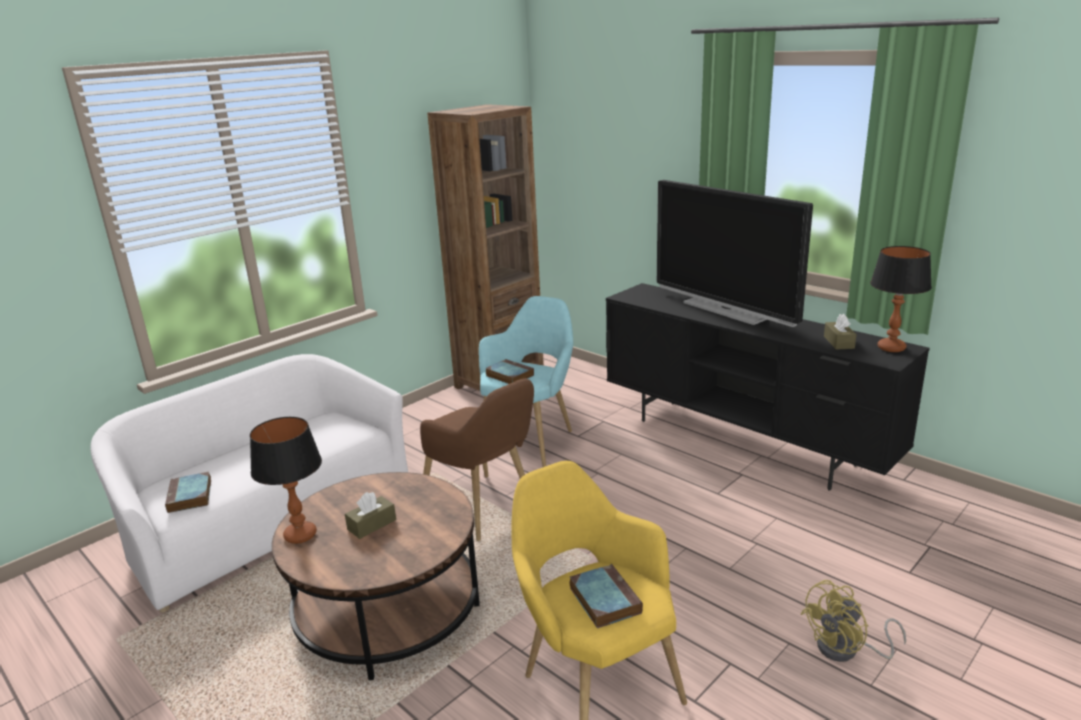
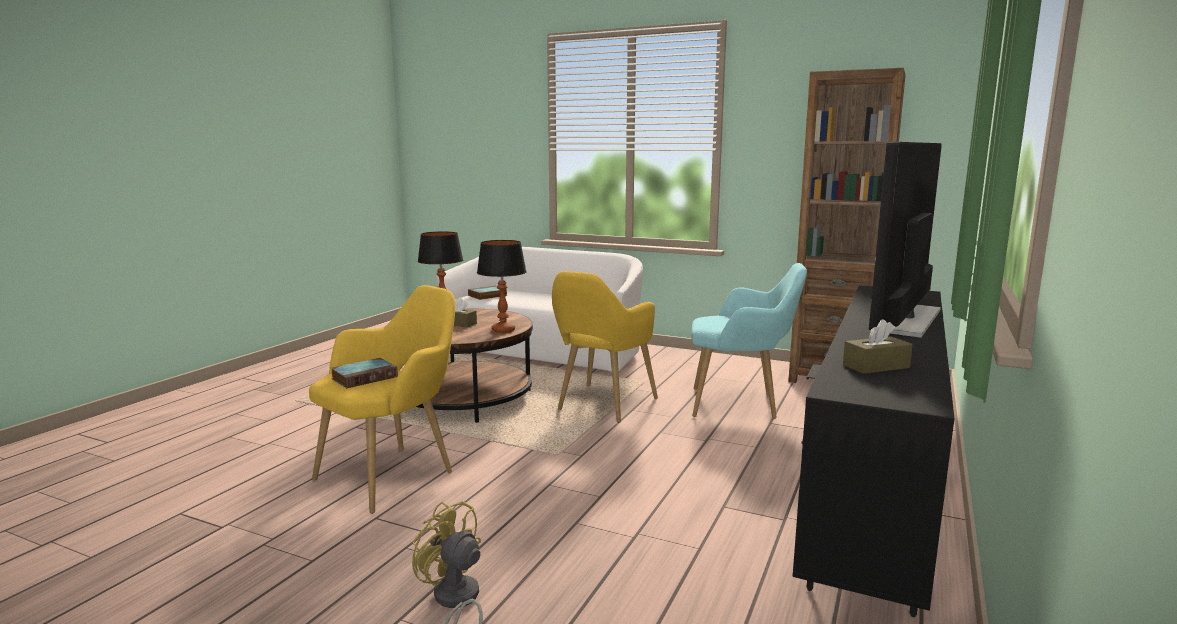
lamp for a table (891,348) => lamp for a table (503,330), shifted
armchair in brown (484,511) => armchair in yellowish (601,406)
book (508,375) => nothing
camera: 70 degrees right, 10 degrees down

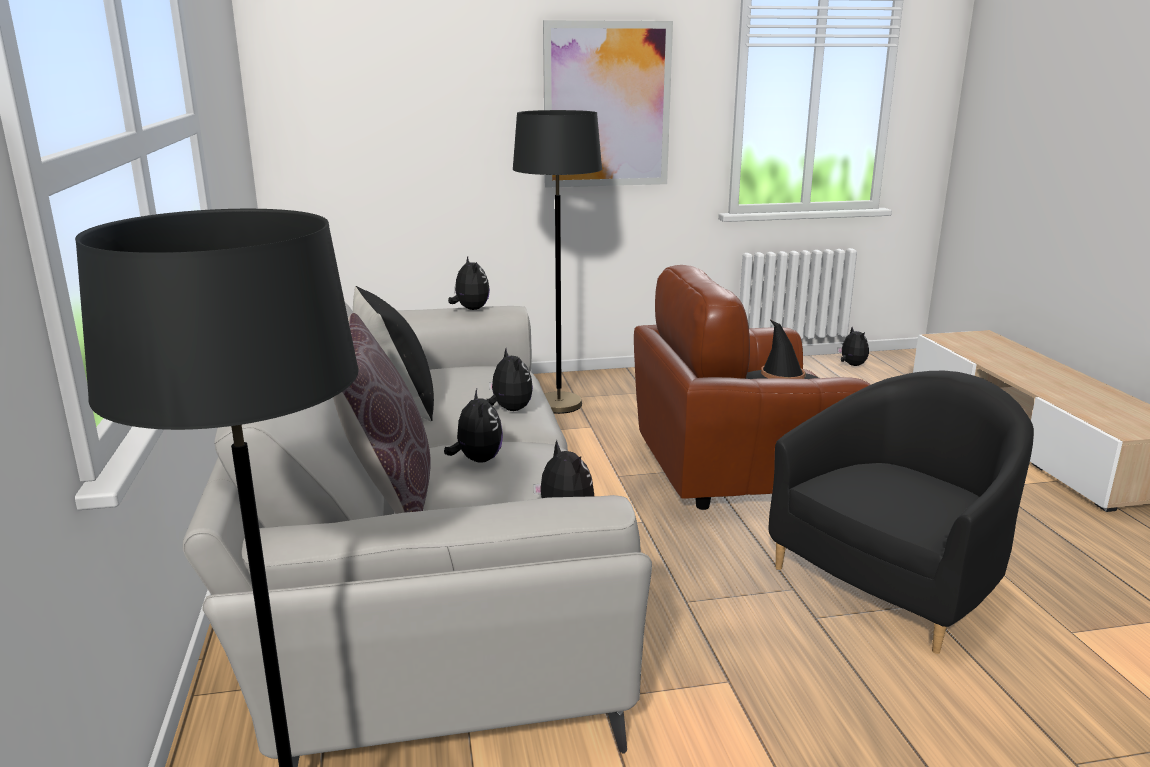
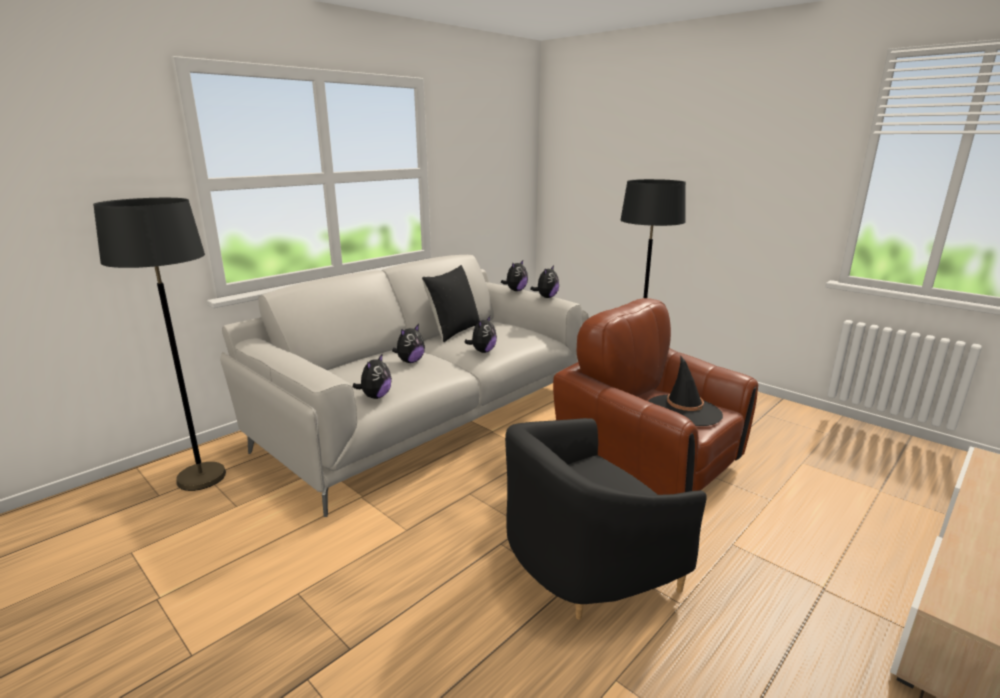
cuddly toy (851,365) => cuddly toy (515,290), shifted
armchair in black-coloured (893,580) => armchair in black-coloured (585,565), 135 degrees clockwise
pillow in brown (388,492) => nothing
wall picture (607,105) => nothing
camera: 55 degrees right, 0 degrees up

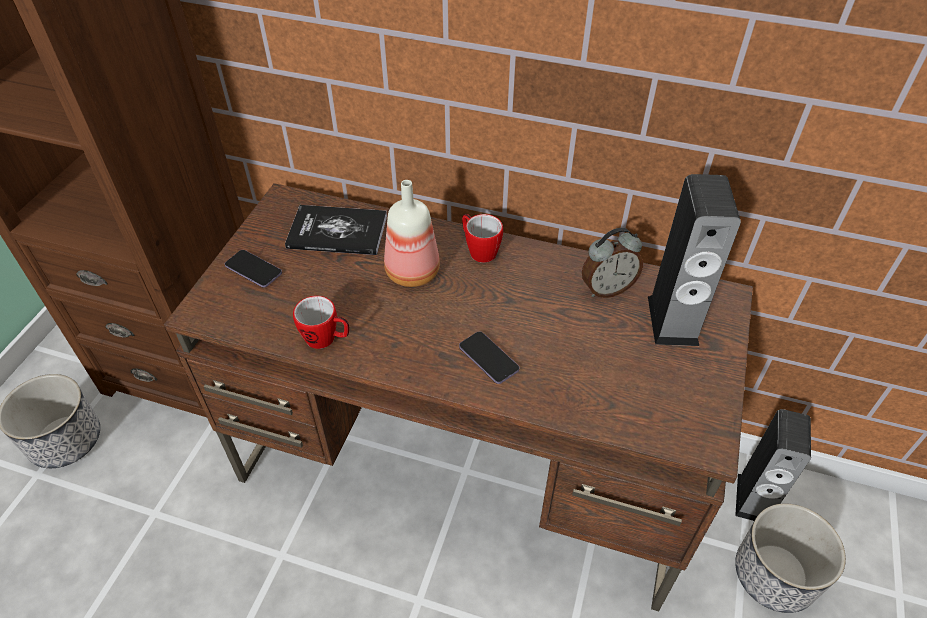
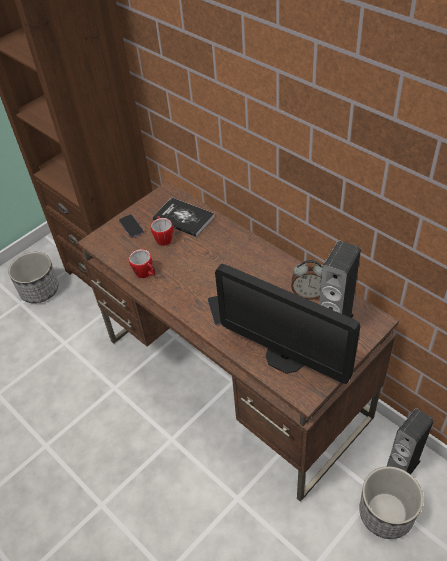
tea mug (479,250) => tea mug (163,238), shifted
nothing => monitor (285,357)
beverage bottle (413,273) => nothing
camera: 30 degrees right, 0 degrees up

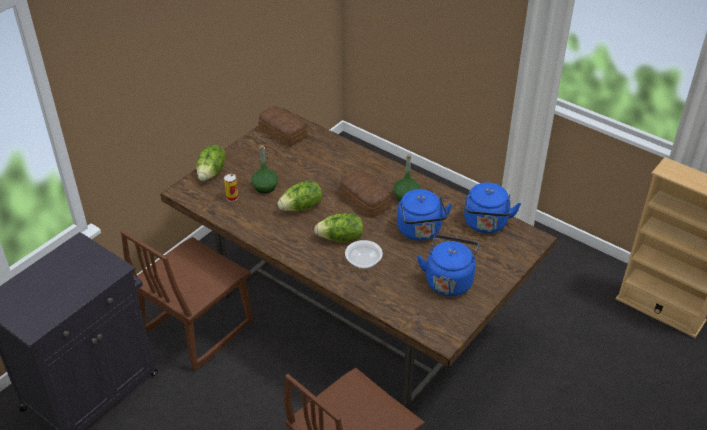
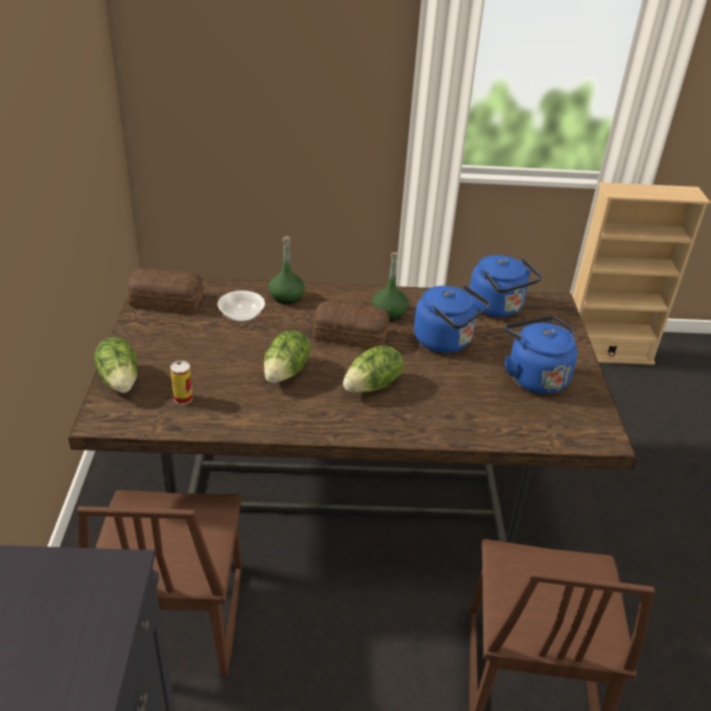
serving bowl (363,261) => serving bowl (241,315), shifted
beverage bottle in green-coloured (265,187) => beverage bottle in green-coloured (286,297), shifted
camera: 40 degrees left, 5 degrees down

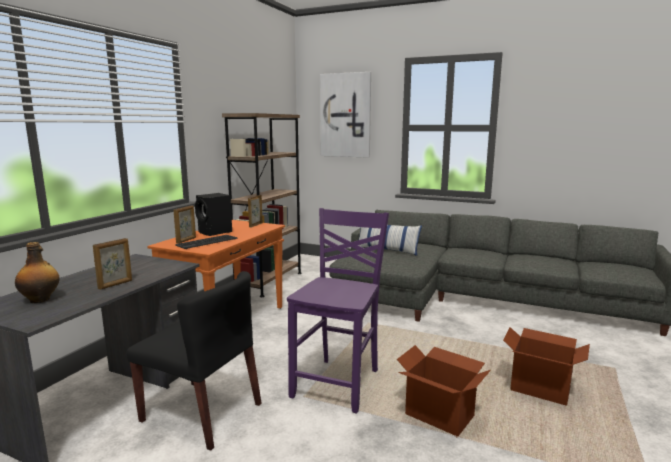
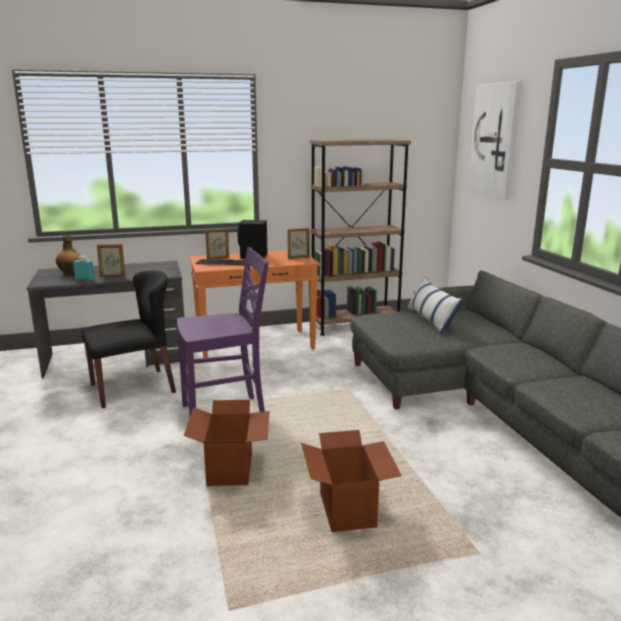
nothing => beverage bottle in turquoise-coloured (84,279)
upright chair in black-coloured (202,412) => upright chair in black-coloured (133,388), 105 degrees counterclockwise
camera: 50 degrees right, 5 degrees up

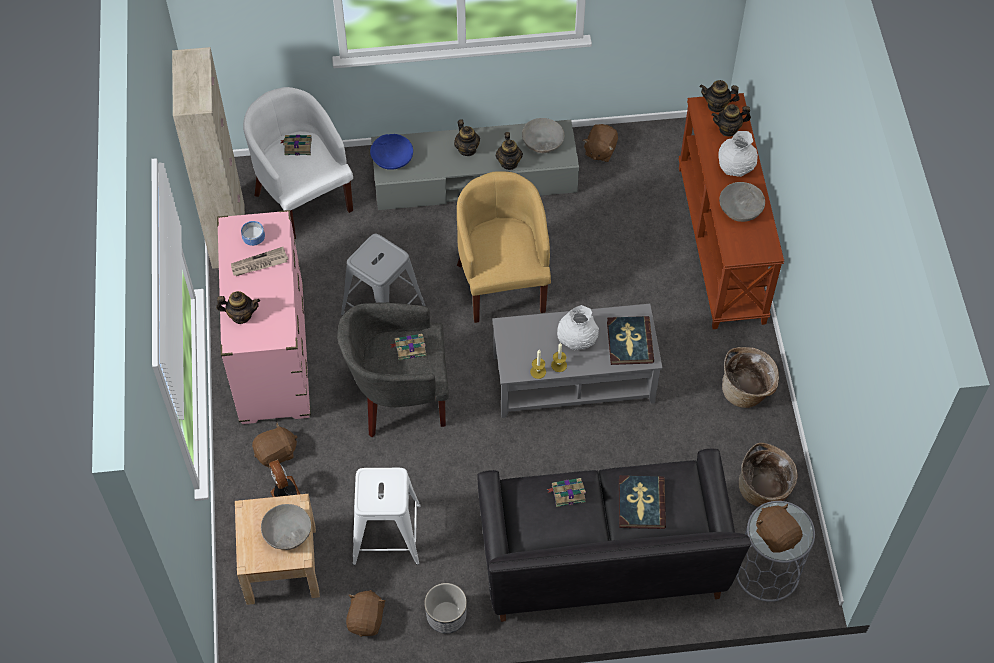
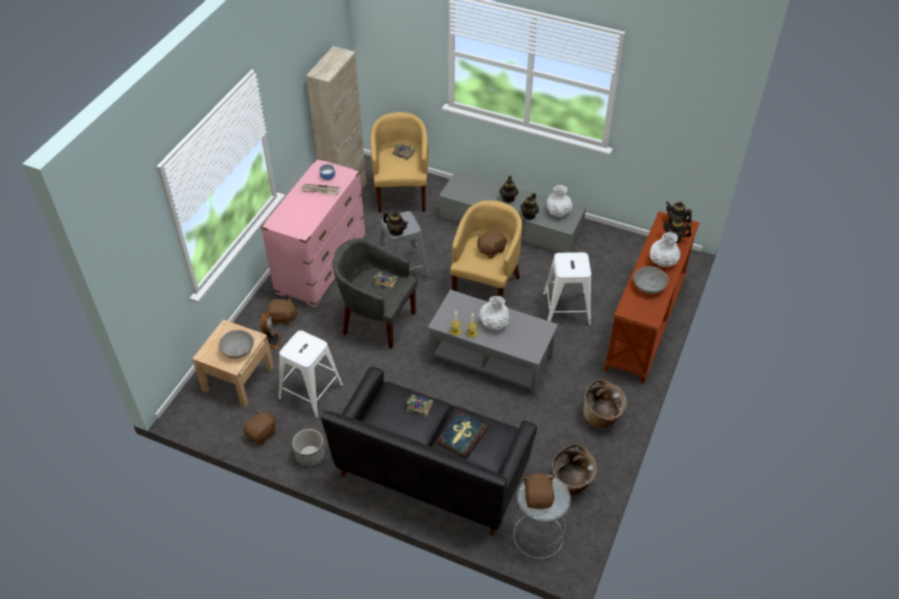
armchair in white (303,197) => armchair in yellowish (401,193)
tea pot (241,315) => tea pot (396,231), shifted
cuddly toy in brown (600,150) => cuddly toy in brown (491,250), shifted
nothing => stool in white (566,309)
serving bowl in greyish (543,142) => flower vase in white (558,212)
serving bowl in blue-coloured (392,159) => nothing
book (629,342) => nothing
camera: 30 degrees right, 10 degrees down

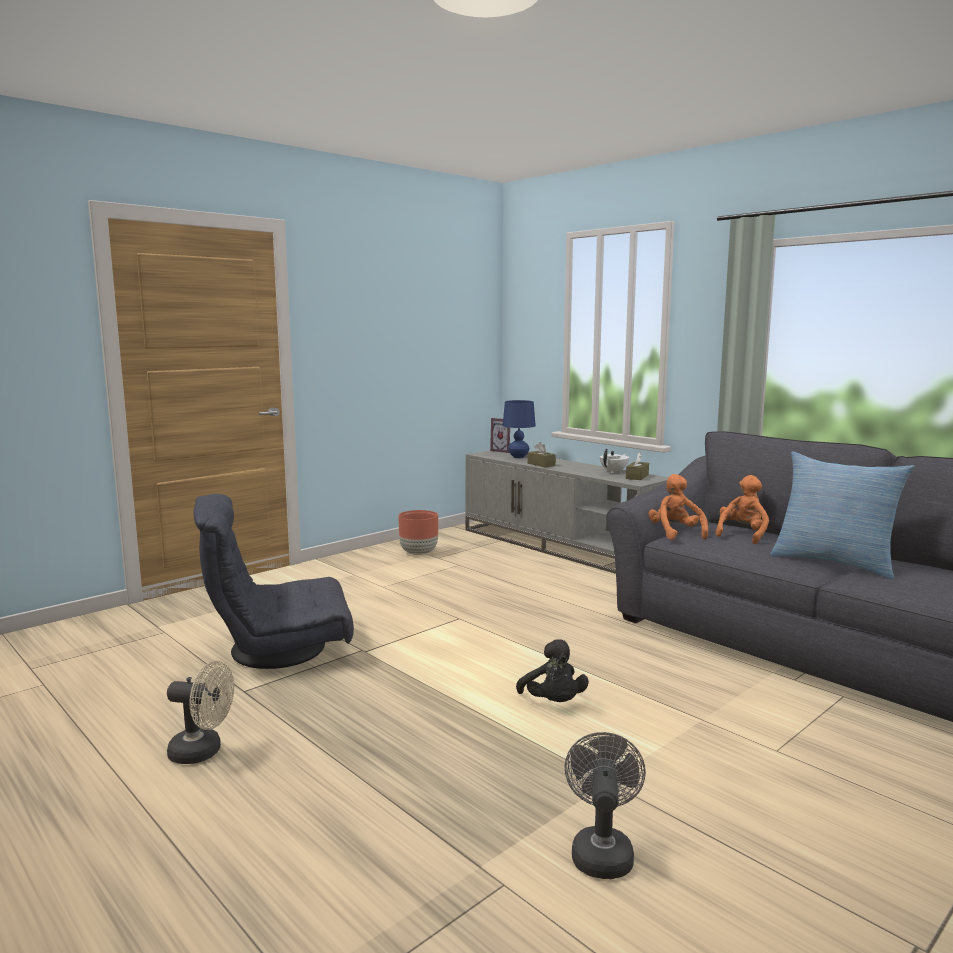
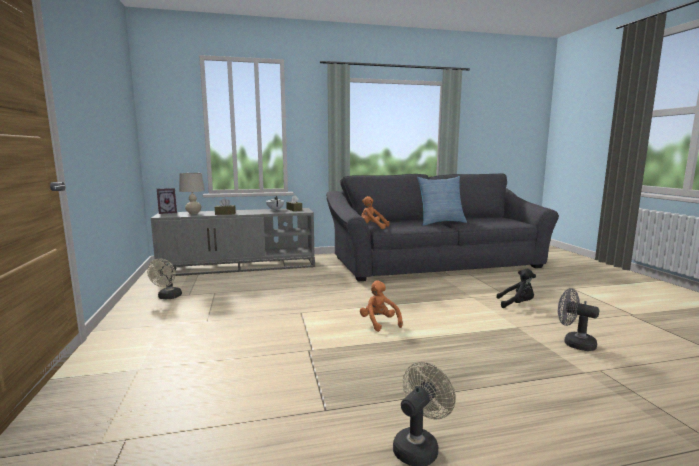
planter in brown (419,553) => fan in beige-coloured (168,297)
lamp for a table in blue-coloured (518,457) => lamp for a table in beige-coloured (193,213)
cuddly toy in orangey (742,535) => cuddly toy in orangey (379,323), shifted
cuddly toy in black-coloured (553,703) => cuddly toy in black-coloured (517,304), shifted
armchair in greyish (279,649) => nothing
camera: 60 degrees left, 0 degrees up

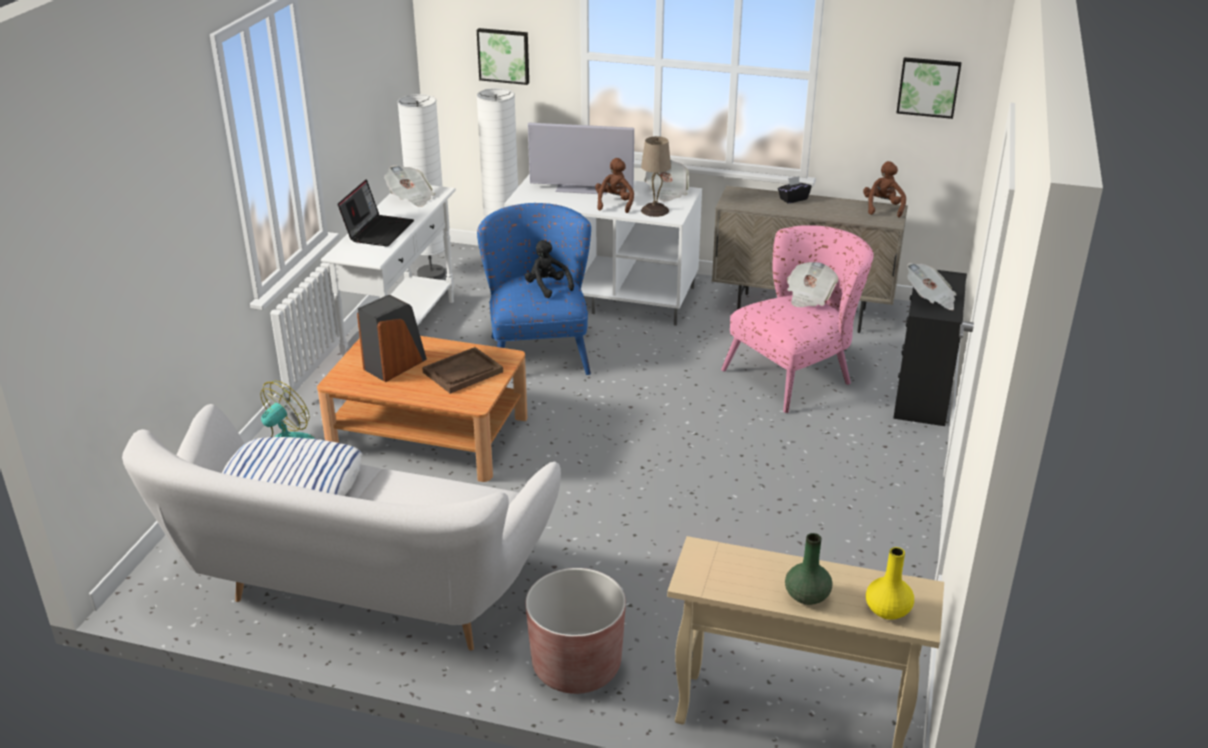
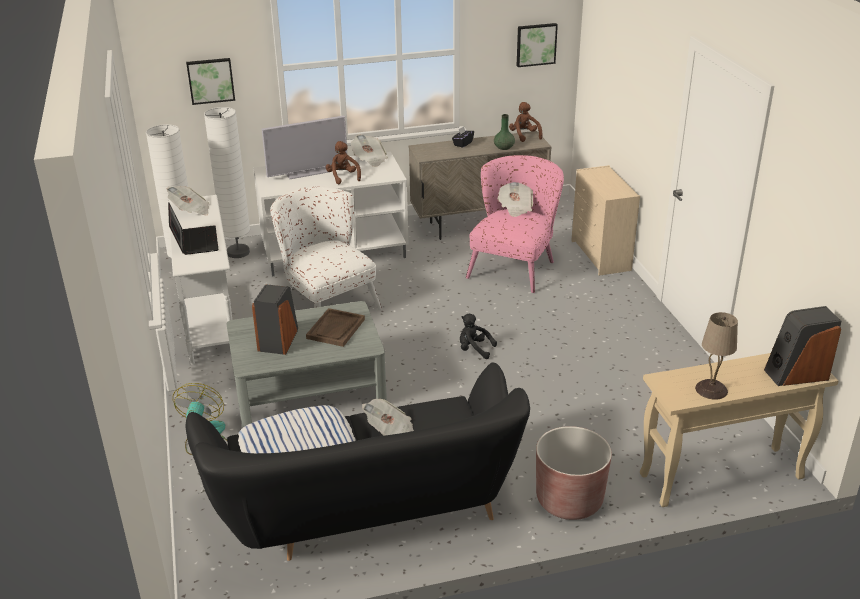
couch in white (354,584) => couch in black-coloured (365,511)
low table in brown (428,434) => low table in greyish (308,389)
armchair in blue-coloured (538,348) => armchair in white (326,303)
daily paper (930,299) => daily paper (391,431), shifted
cuddly toy in black-coloured (547,287) => cuddly toy in black-coloured (474,349), shifted
flower vase in green-coloured (807,596) => flower vase in green-coloured (504,147), shifted
drawer chest in black-coloured (922,395) => drawer chest in beige-coloured (601,256)
lamp for a table in beige-coloured (654,210) => lamp for a table in beige-coloured (710,389), shifted
flower vase in yellowish (888,611) => loudspeaker (796,374)
camera: 30 degrees left, 0 degrees up

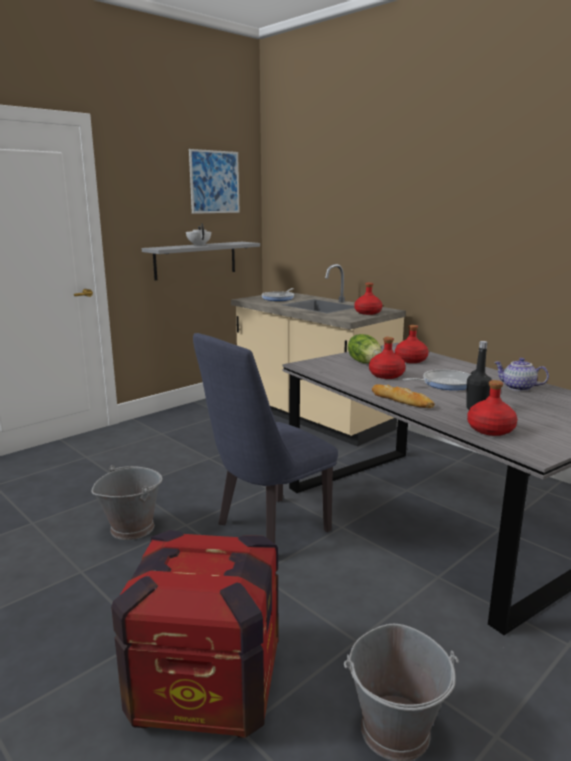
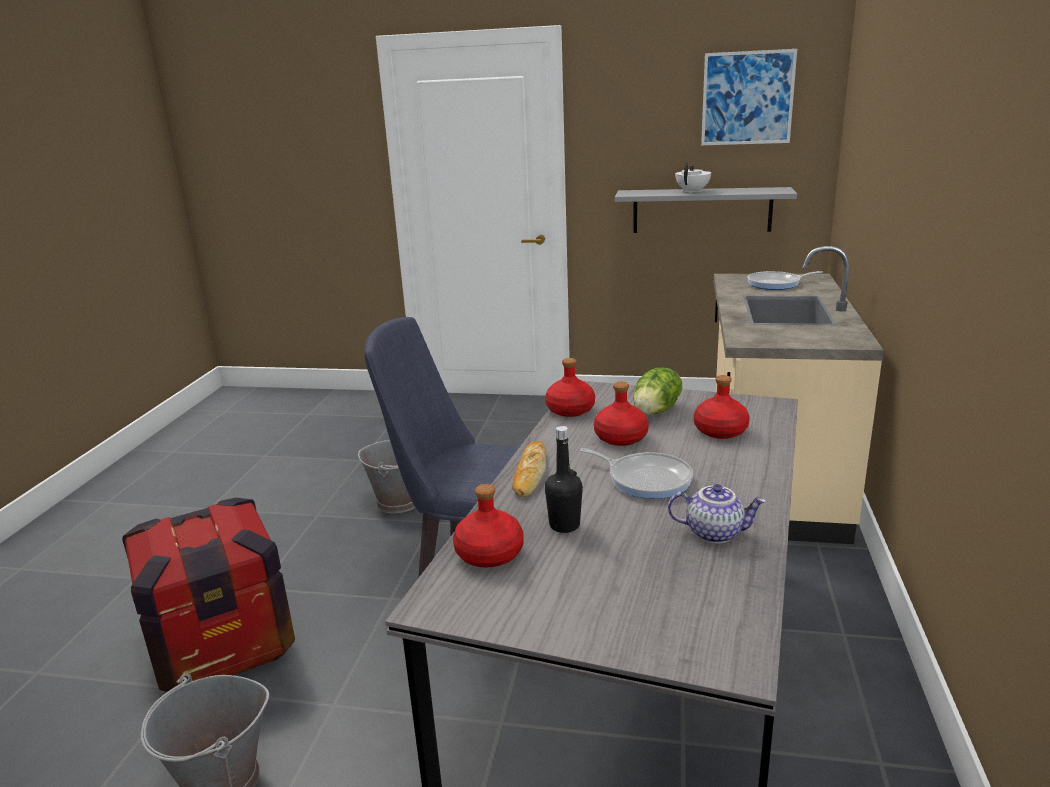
beverage bottle in red-coloured (367,313) => beverage bottle in red-coloured (570,409), shifted
tea pot (518,388) => tea pot (715,532), 105 degrees clockwise
camera: 55 degrees right, 5 degrees up

